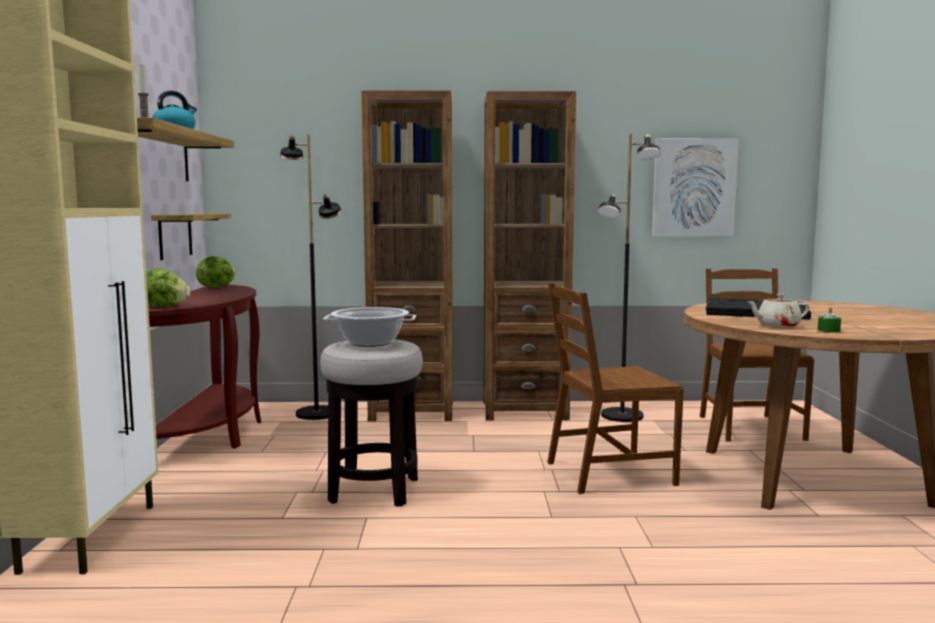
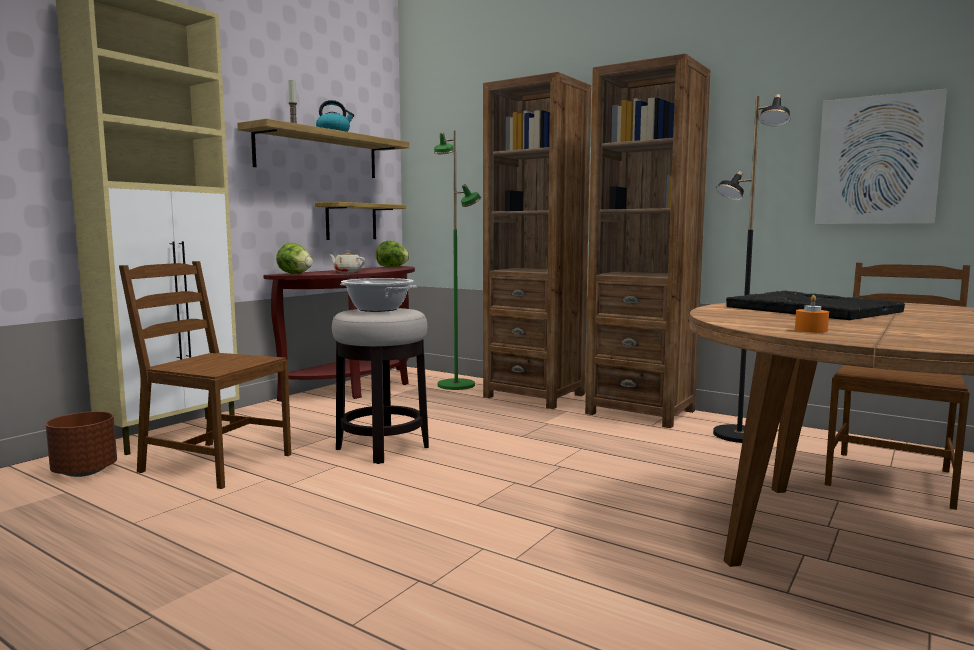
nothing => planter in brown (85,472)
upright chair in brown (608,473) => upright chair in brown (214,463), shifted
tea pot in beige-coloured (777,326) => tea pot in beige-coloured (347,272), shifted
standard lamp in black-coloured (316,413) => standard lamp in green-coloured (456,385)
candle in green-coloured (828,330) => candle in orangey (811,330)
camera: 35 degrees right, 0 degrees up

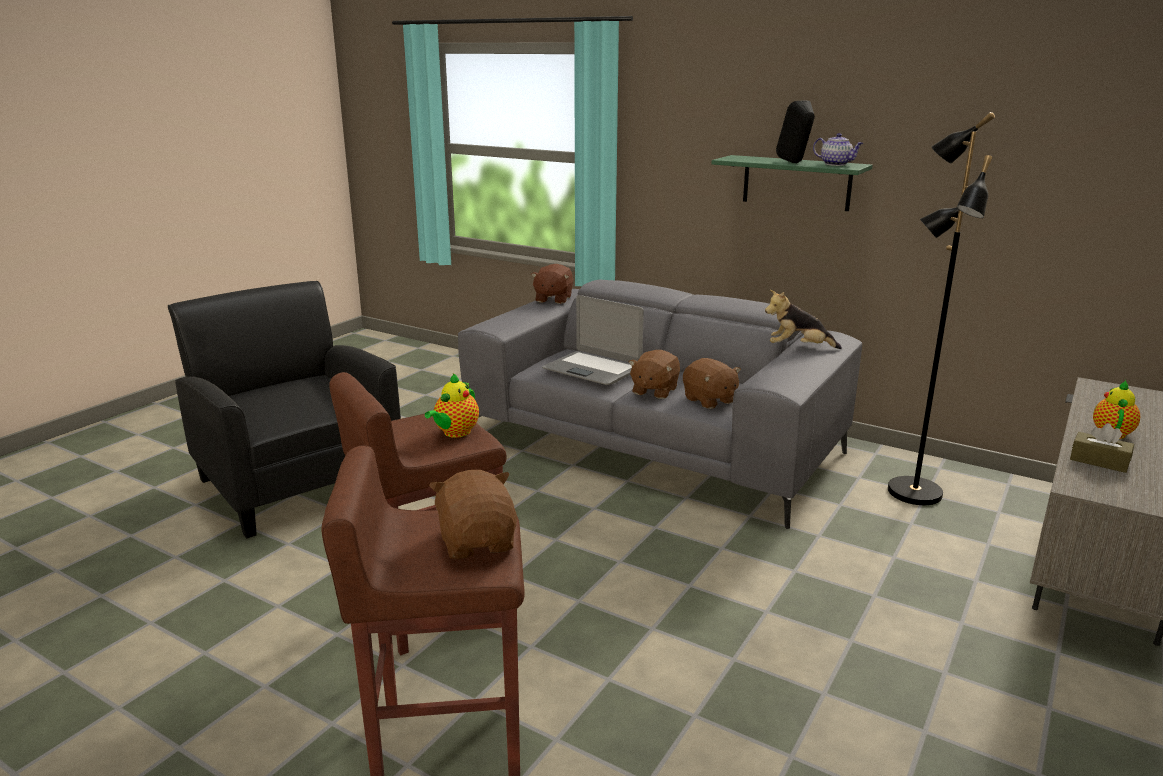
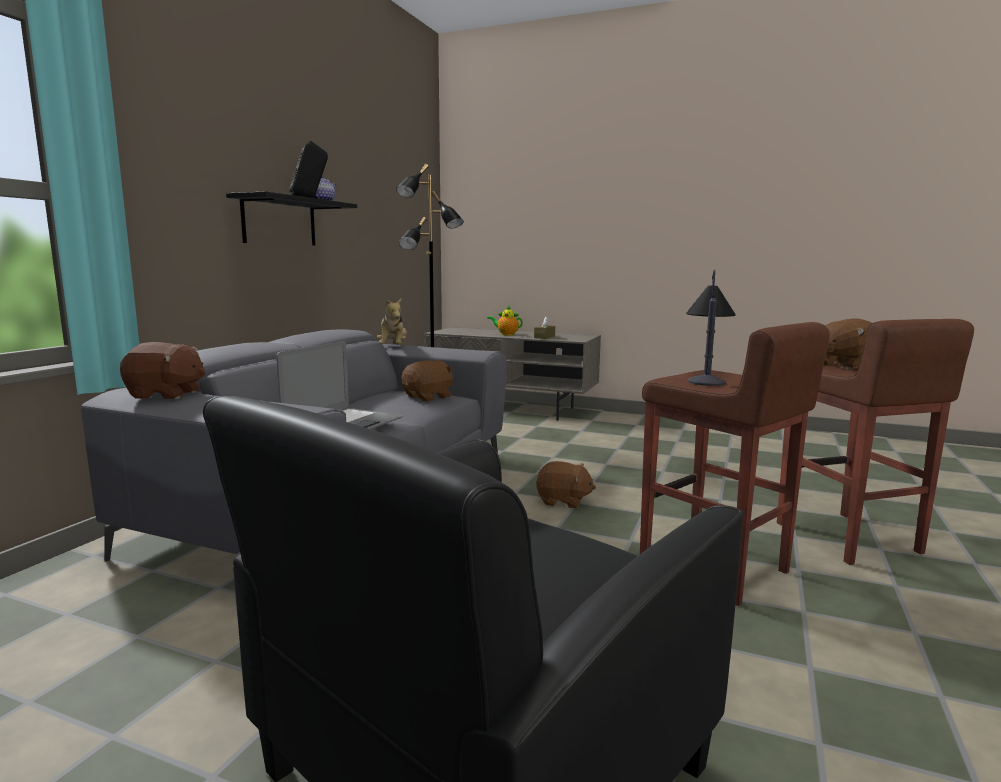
bracket shelf in green-coloured (796,183) => bracket shelf in black-coloured (279,222)
cuddly toy in brown (654,391) => cuddly toy in brown (563,501), shifted
tea pot (455,433) => lamp for a table (706,376)
camera: 100 degrees left, 10 degrees down

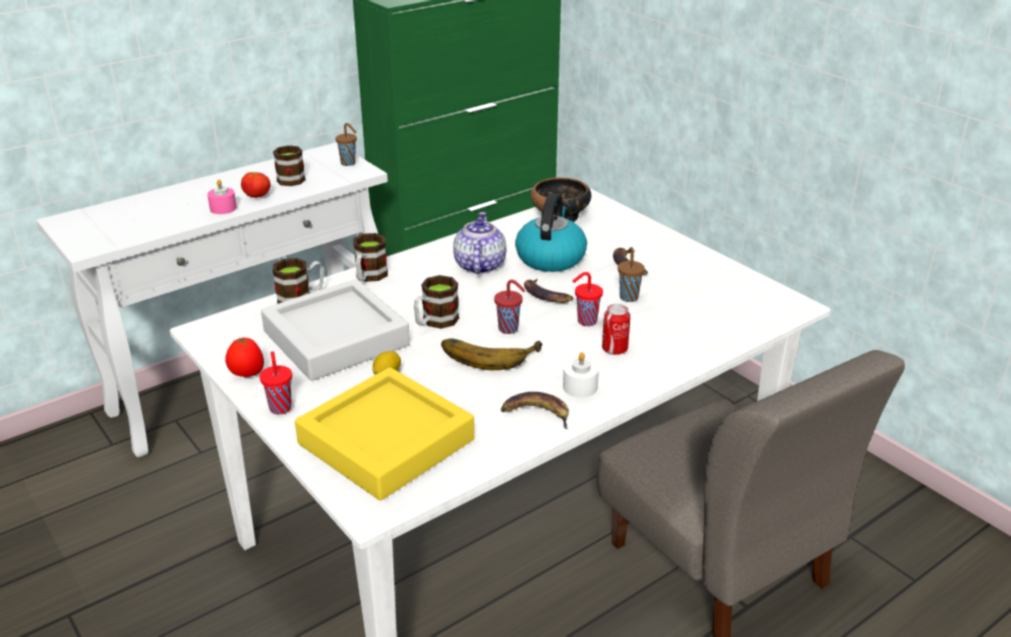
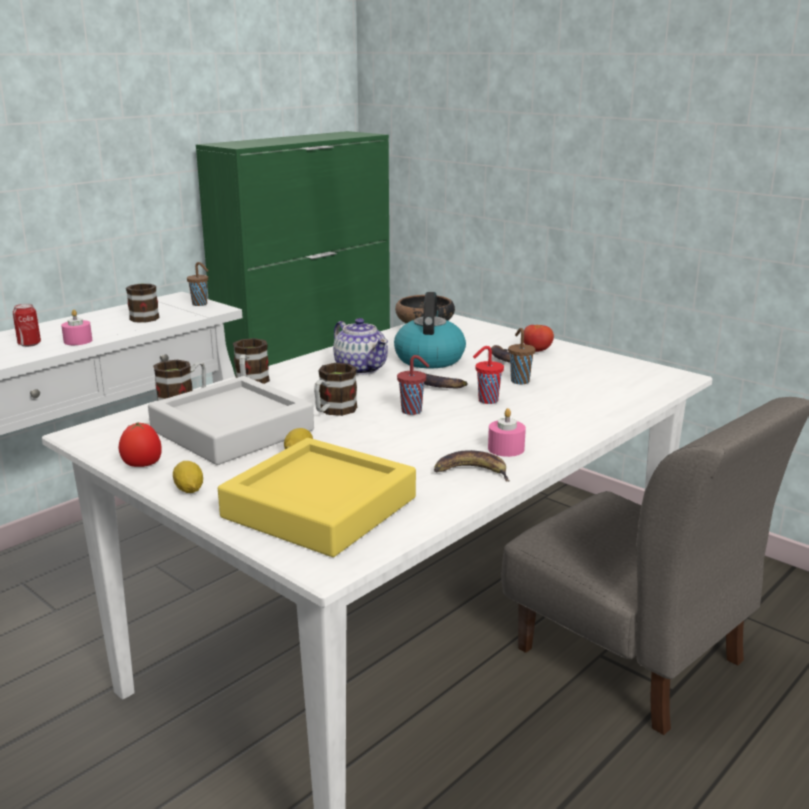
can (614,349) => can (29,344), shifted
cup in red-coloured (280,407) => whole lemon (189,489)
tea pot (479,266) => tea pot (361,368), 150 degrees clockwise
candle in white (580,387) => candle in pinkish (506,448)
tomato (257,196) => tomato (537,351), shifted
banana fruit (489,353) => nothing
camera: 10 degrees left, 10 degrees down

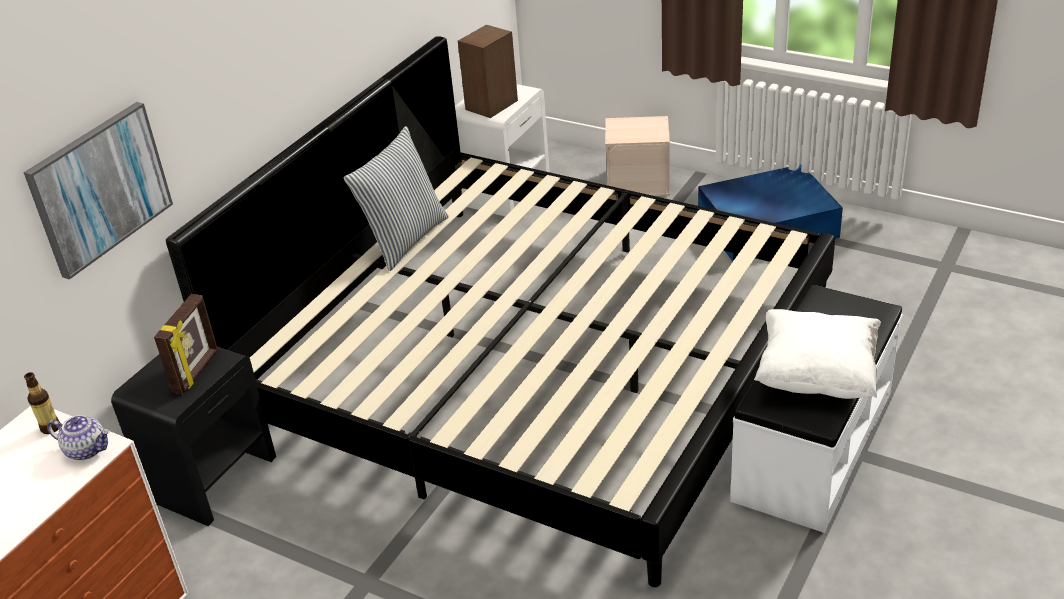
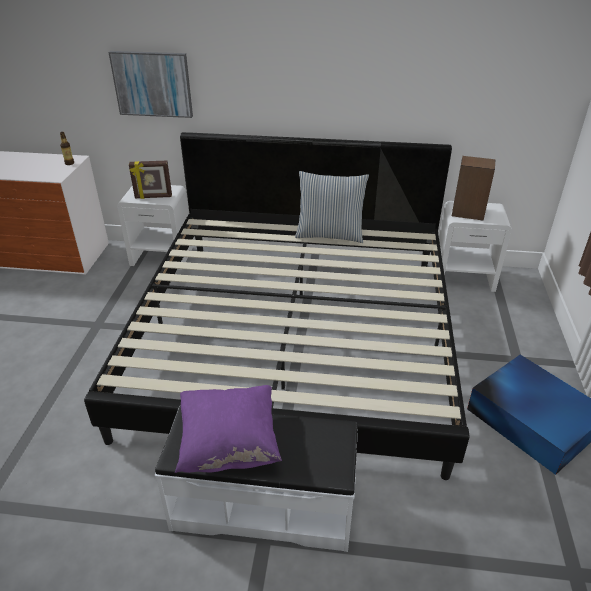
nightstand in black-coloured (213,477) => nightstand in white (162,256)
pillow in white (816,377) => pillow in purple-coloured (229,444)
tea pot (87,449) => nothing
storage container in beige-coloured (639,182) => nothing
camera: 65 degrees right, 0 degrees up

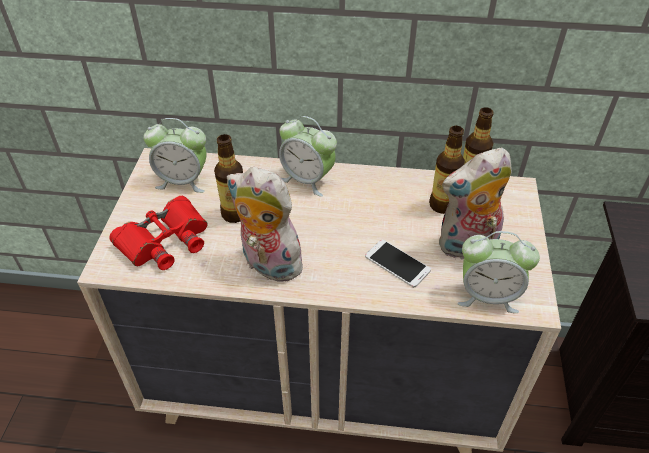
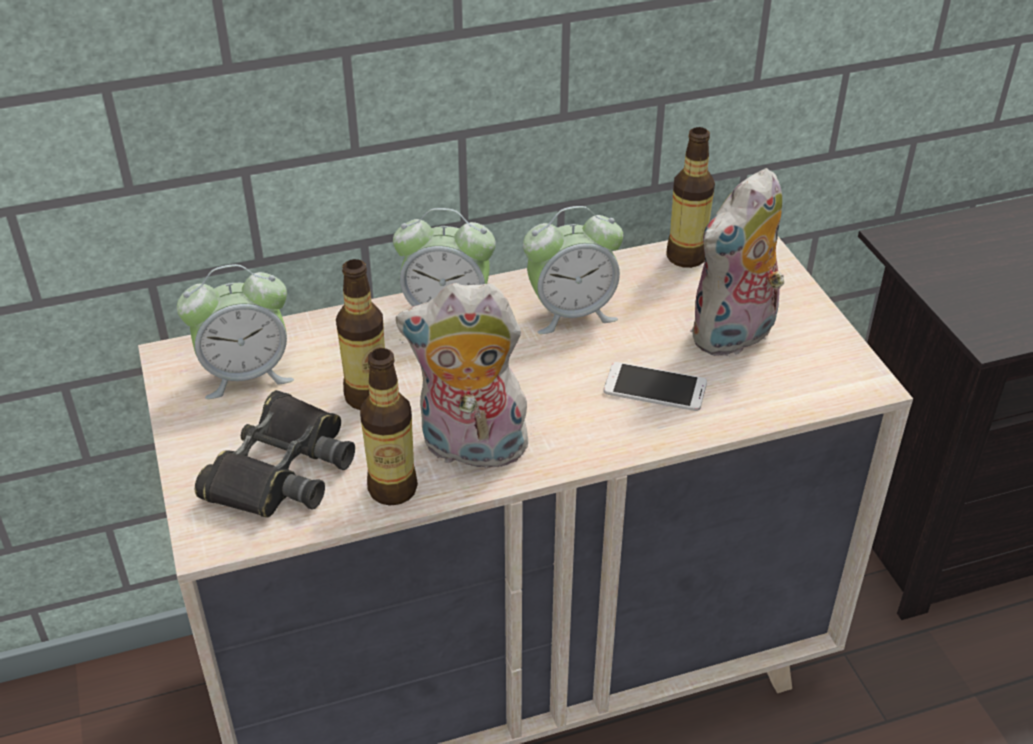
binoculars in red-coloured (165,240) => binoculars in black-coloured (281,469)
beverage bottle (442,205) => beverage bottle (393,489), shifted
table clock (487,295) => table clock (571,313), shifted
camera: 25 degrees left, 5 degrees down

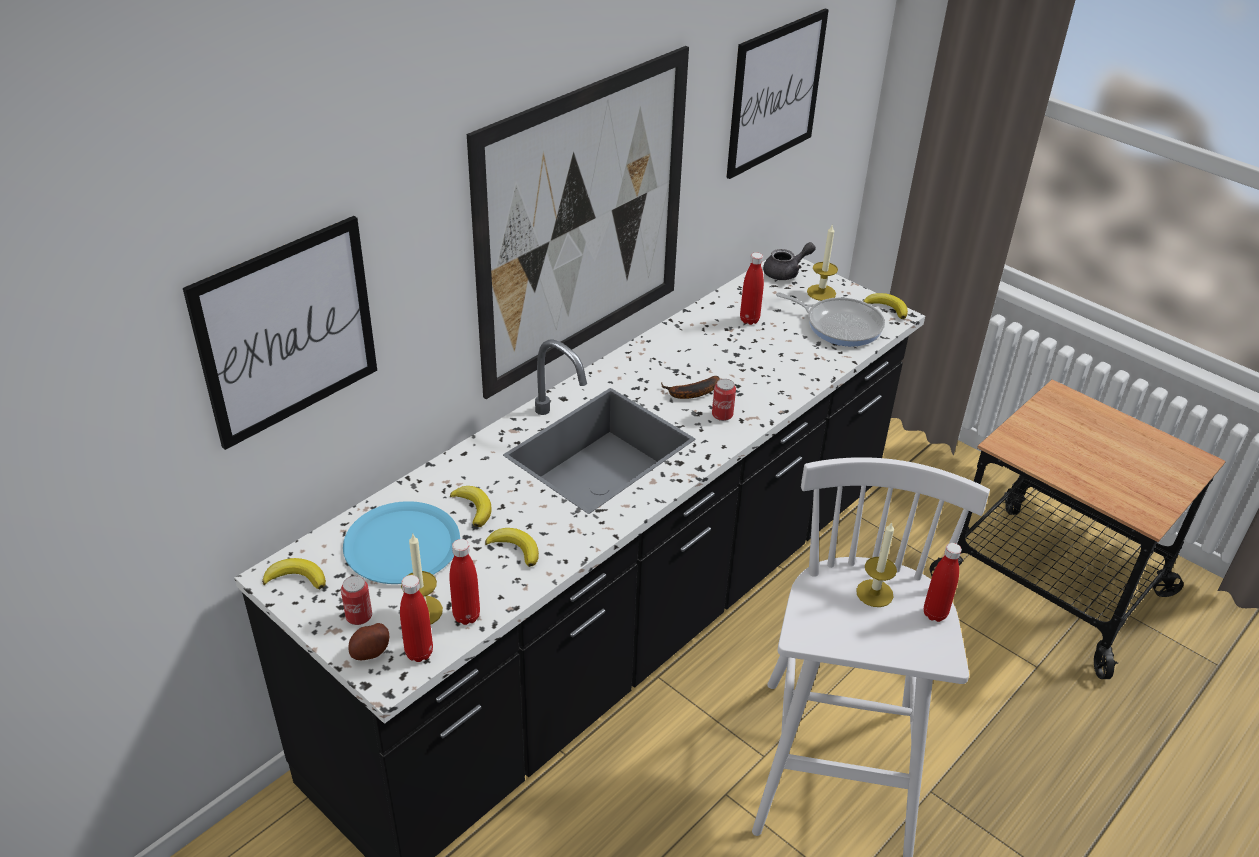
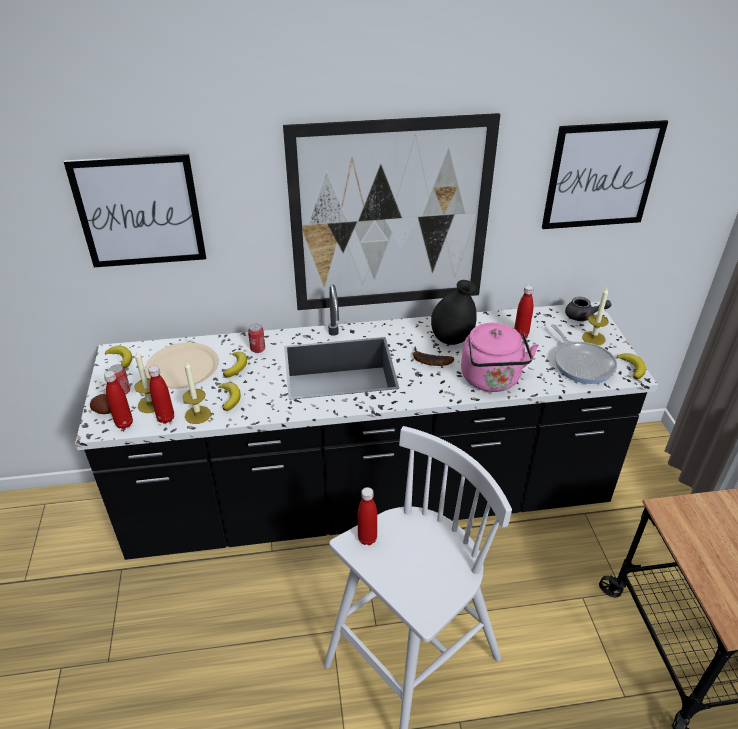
dinner plate in blue-coloured (402,544) => dinner plate in beige-coloured (182,367)
candle (874,593) => candle (198,415), shifted
can (722,415) => can (258,349), shifted
beverage bottle in red-coloured (935,614) => beverage bottle in red-coloured (367,538), shifted
nothing => flower vase in black-coloured (451,339)
nothing => water kettle in pinkish (492,380)
camera: 40 degrees right, 0 degrees up

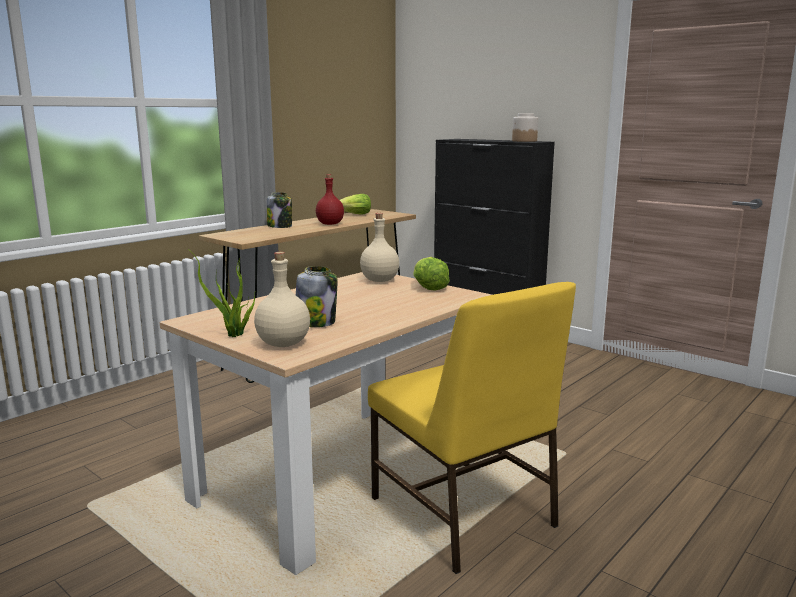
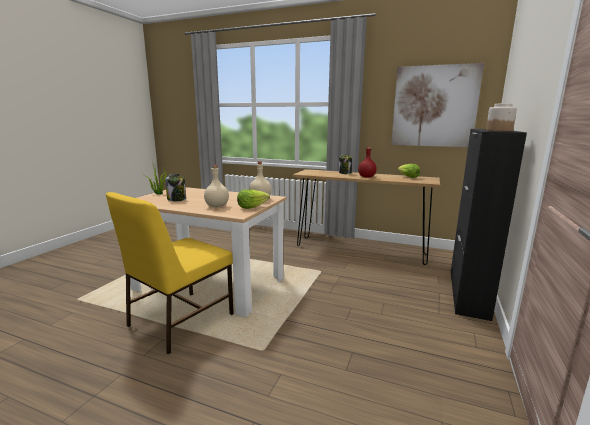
beverage bottle in beige-coloured (284,343) => beverage bottle in beige-coloured (217,206), shifted
nothing => wall picture (434,106)
camera: 70 degrees right, 0 degrees up

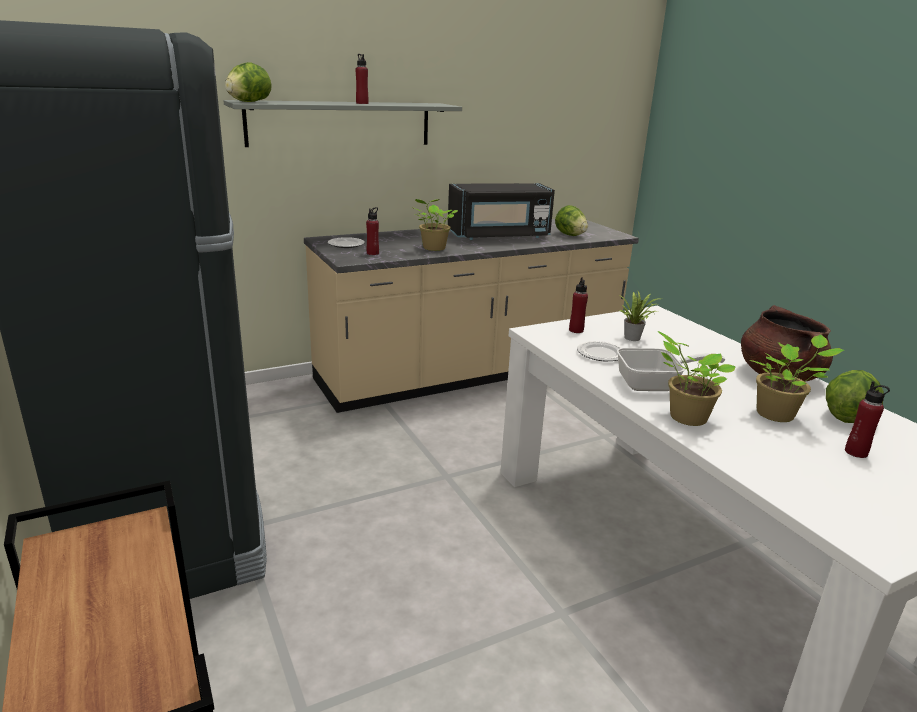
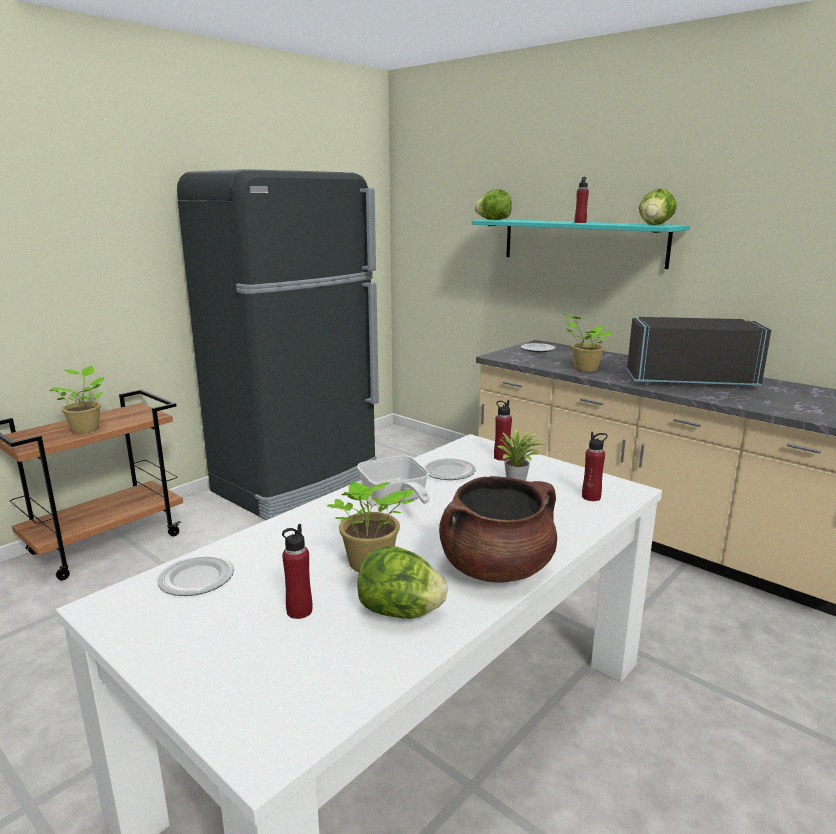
plant in a pot (685,417) => plant in a pot (86,429), shifted
nothing => dinner plate (196,578)
bracket shelf in greyish (340,124) => bracket shelf in turquoise-coloured (582,242)
beverage bottle in red-coloured (372,253) => beverage bottle in red-coloured (591,497), shifted
kitchen microwave in black-coloured (499,236) => kitchen microwave in black-coloured (689,380), 135 degrees clockwise
head of lettuce (570,235) => head of lettuce (655,225), shifted
camera: 70 degrees right, 5 degrees down

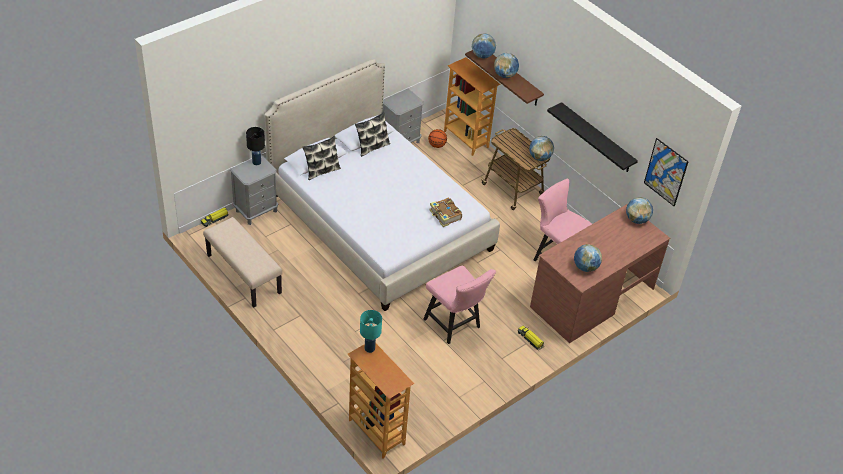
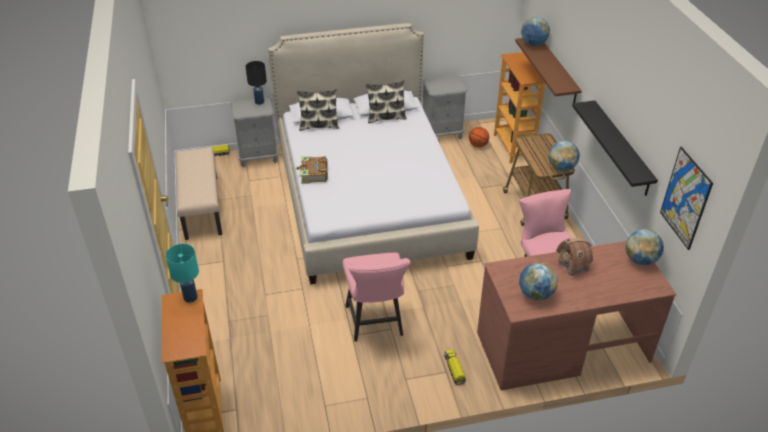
book (445,215) => book (313,174), shifted
nothing => toy house (573,266)
desk globe (505,75) => nothing
camera: 30 degrees right, 5 degrees down

